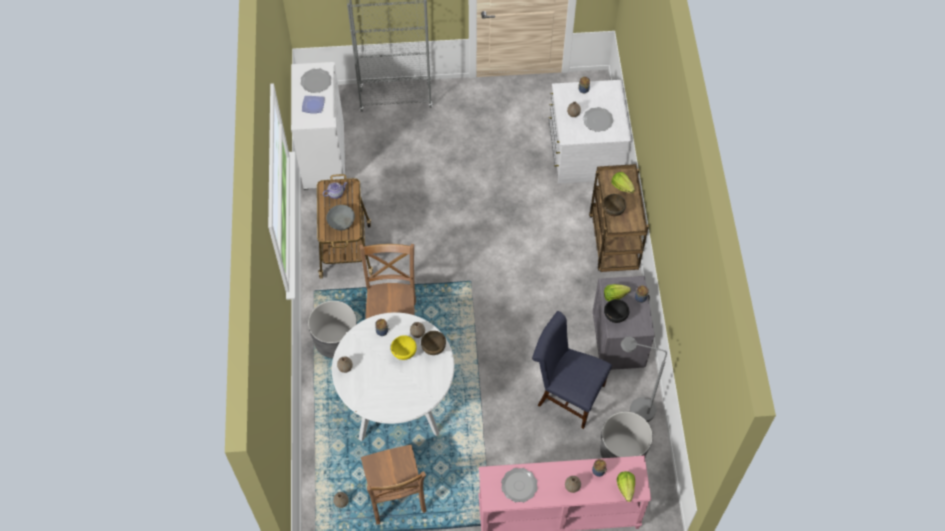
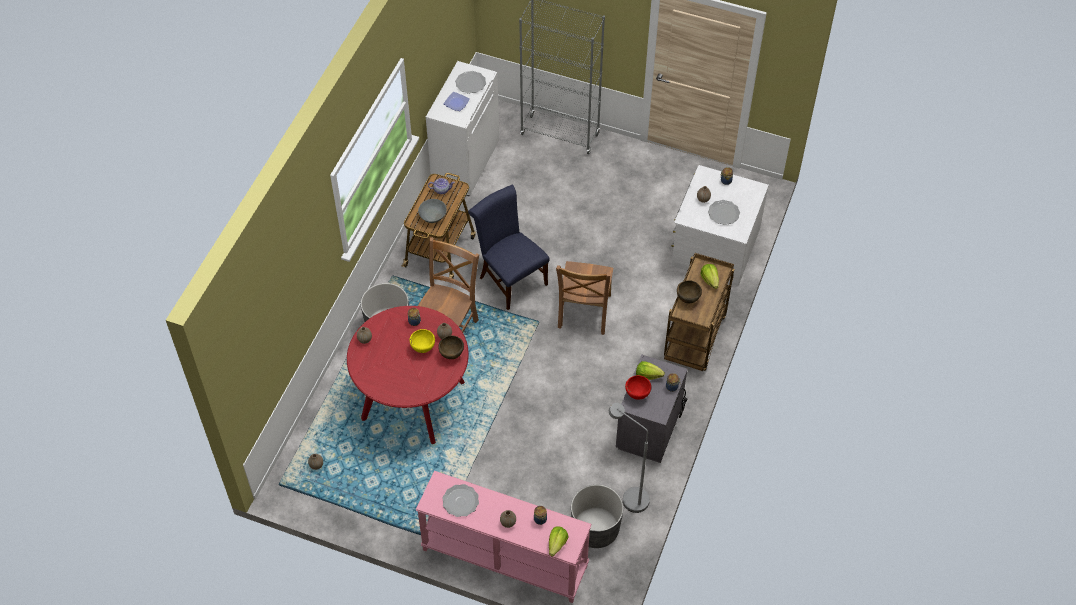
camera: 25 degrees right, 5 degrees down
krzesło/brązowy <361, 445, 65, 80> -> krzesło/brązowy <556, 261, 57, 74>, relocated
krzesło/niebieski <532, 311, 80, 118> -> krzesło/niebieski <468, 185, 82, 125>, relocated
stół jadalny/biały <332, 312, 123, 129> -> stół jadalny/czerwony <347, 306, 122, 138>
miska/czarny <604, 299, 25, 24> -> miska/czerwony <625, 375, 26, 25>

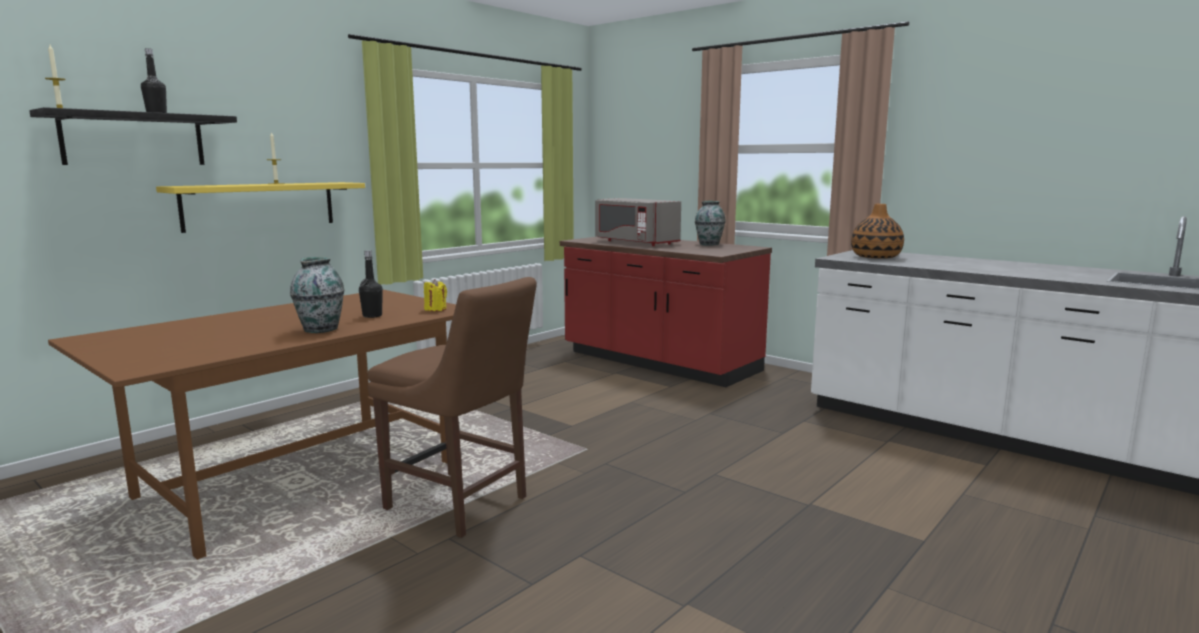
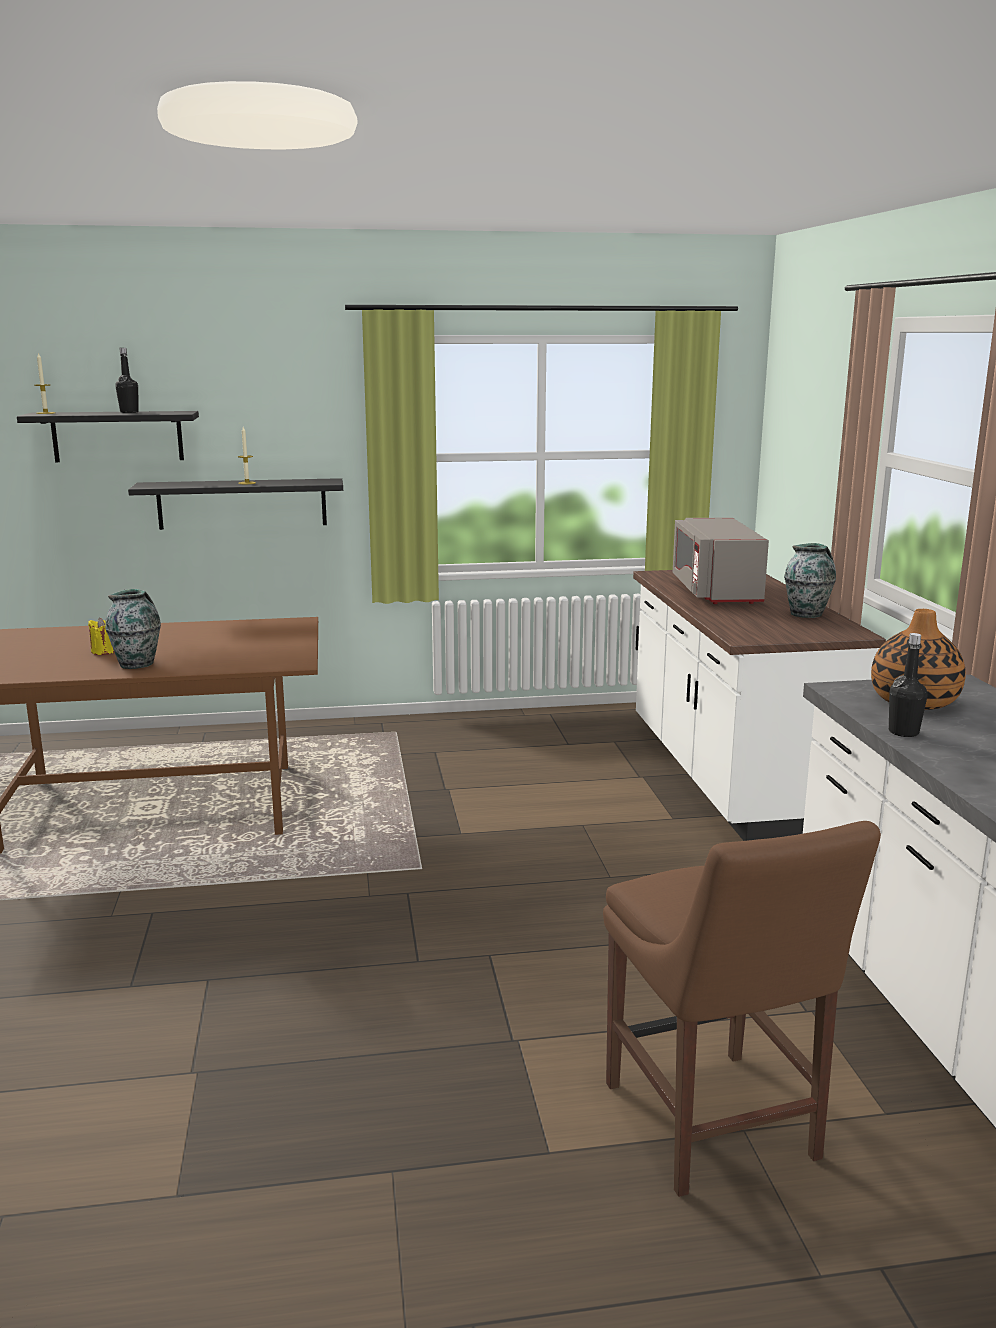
camera: 40 degrees right, 5 degrees up
butelka/czarny <359, 250, 24, 68> -> butelka/czarny <889, 633, 39, 104>, relocated
krzesło/brązowy <368, 277, 169, 261> -> krzesło/brązowy <603, 821, 278, 376>, relocated
świeca/żółty <424, 279, 23, 32> -> świeca/żółty <88, 618, 26, 37>, relocated
półka/żółty <156, 182, 209, 51> -> półka/czarny <128, 478, 215, 52>
zabudowa kuchenna/czerwony <560, 237, 212, 150> -> zabudowa kuchenna/biały <633, 570, 253, 271>

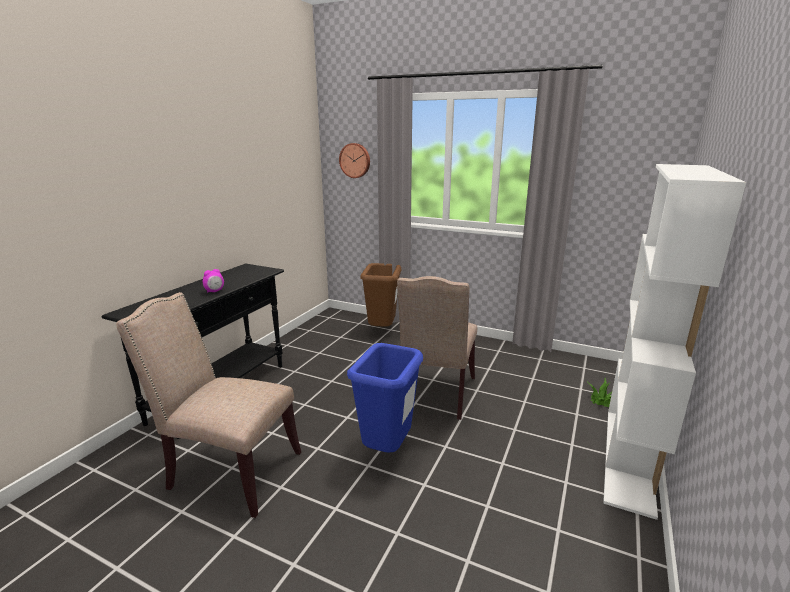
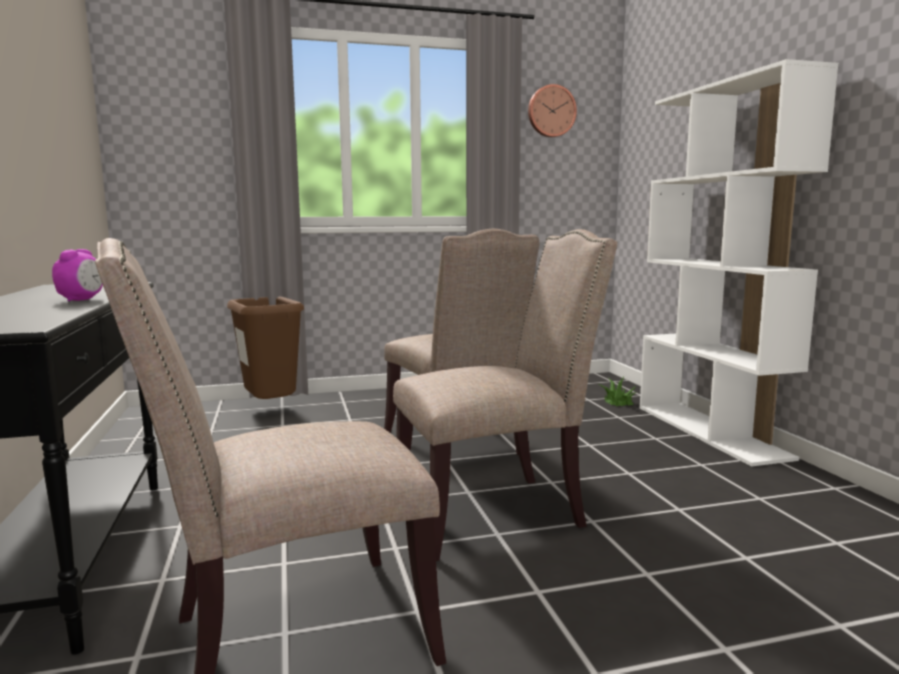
camera: 40 degrees left, 10 degrees down
zegar ścienny <339, 143, 31, 35> -> zegar ścienny <528, 84, 49, 53>, relocated
kosz na śmieci/niebieski <347, 343, 76, 110> -> krzesło/beżowy <393, 229, 224, 332>

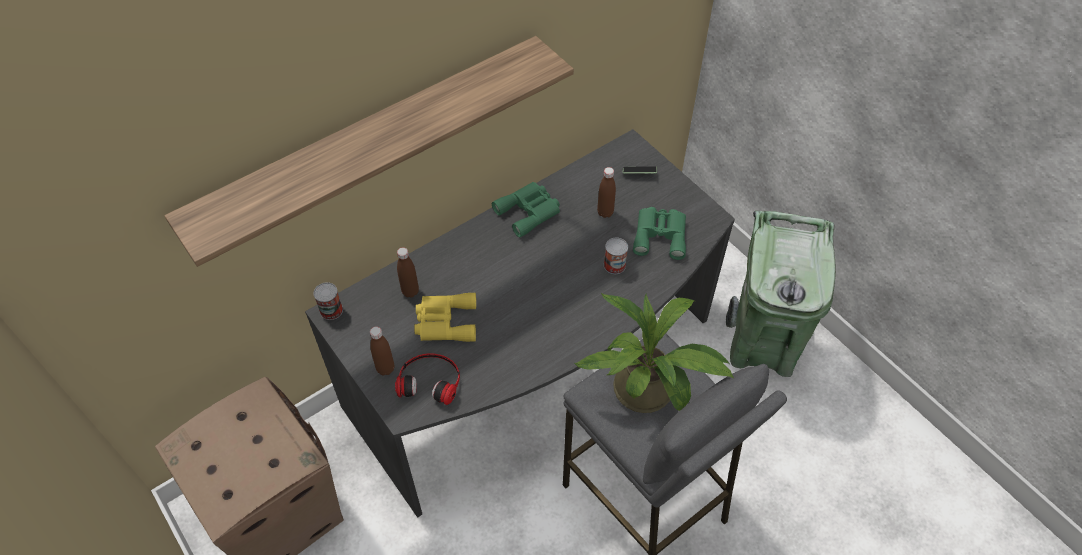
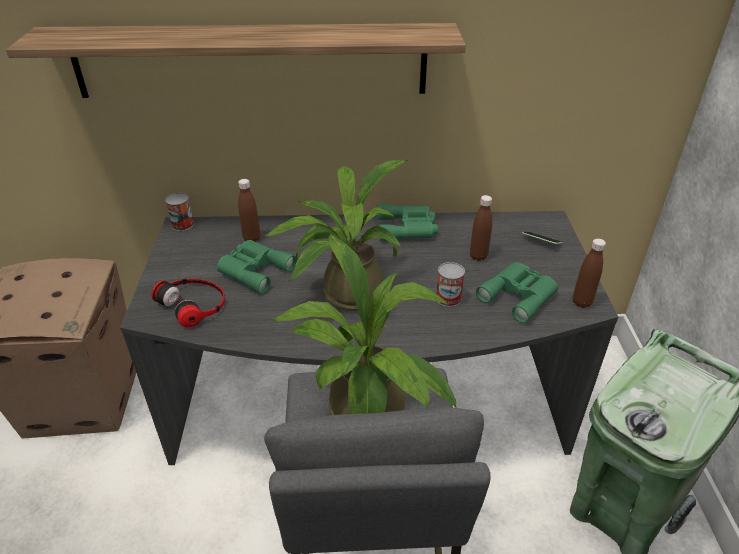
camera: 35 degrees right, 15 degrees down
none -> roślina doniczkowa <264, 160, 144, 151>
butelka/brązowy <370, 326, 25, 50> -> butelka/brązowy <573, 238, 33, 70>, relocated
lornetka/żółty <414, 293, 62, 49> -> lornetka/zielony <217, 240, 80, 54>

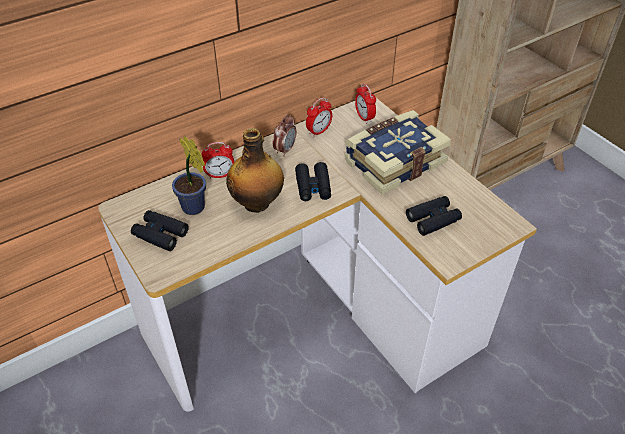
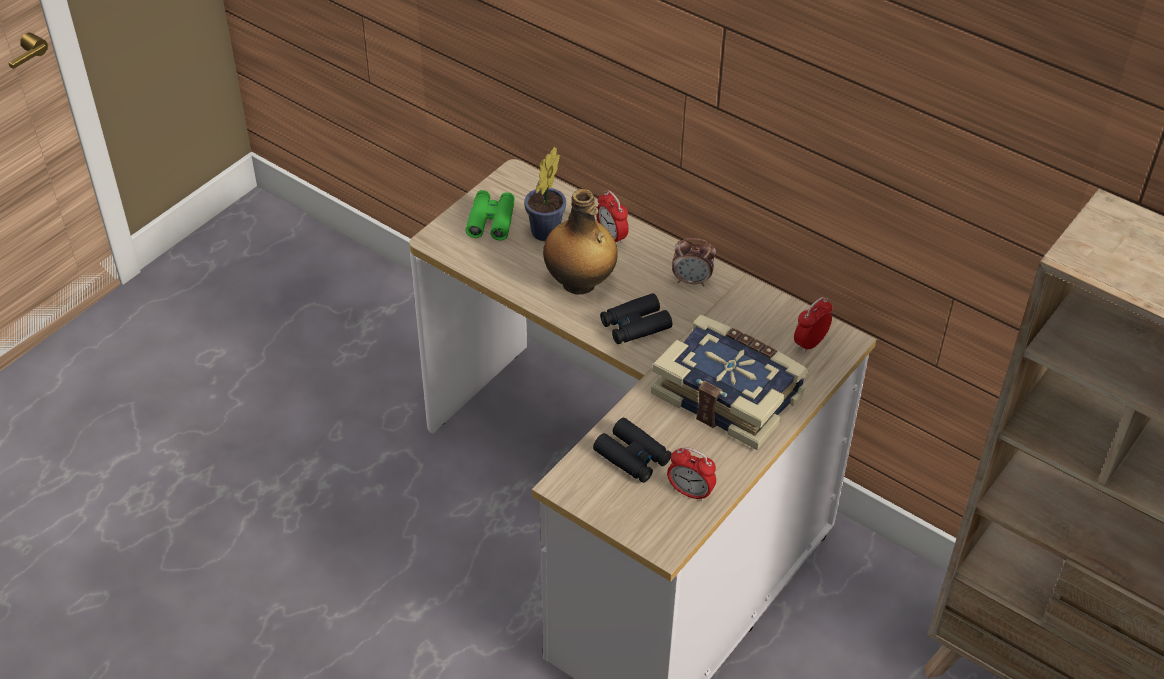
camera: 70 degrees right, 0 degrees up
budzik <306, 97, 26, 40> -> budzik <667, 447, 49, 55>, relocated
lornetka/czarny <131, 210, 58, 41> -> lornetka/zielony <465, 190, 50, 50>

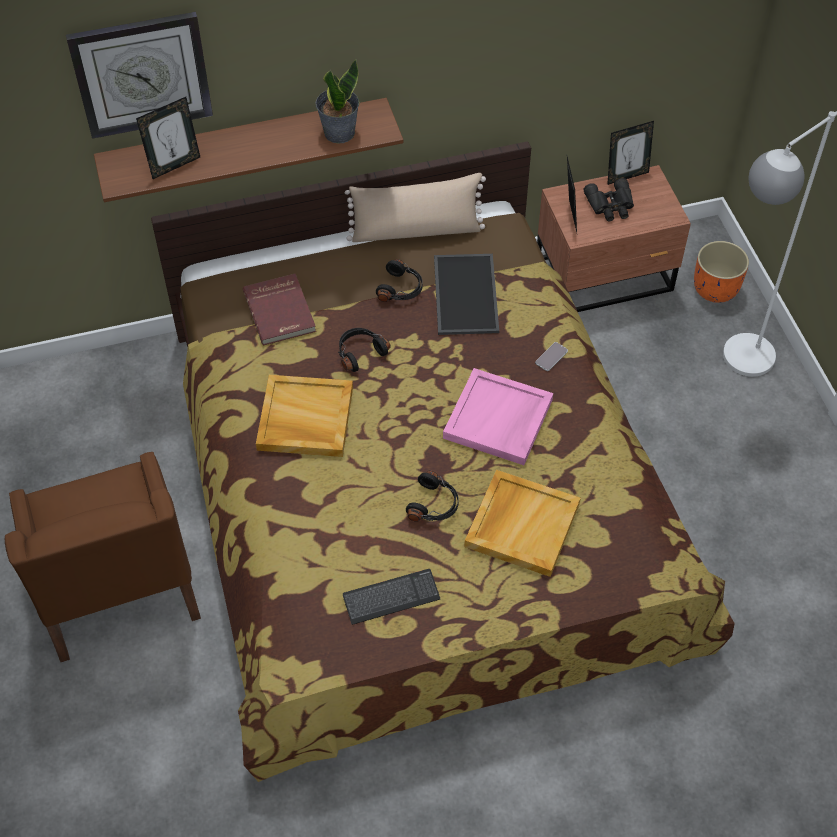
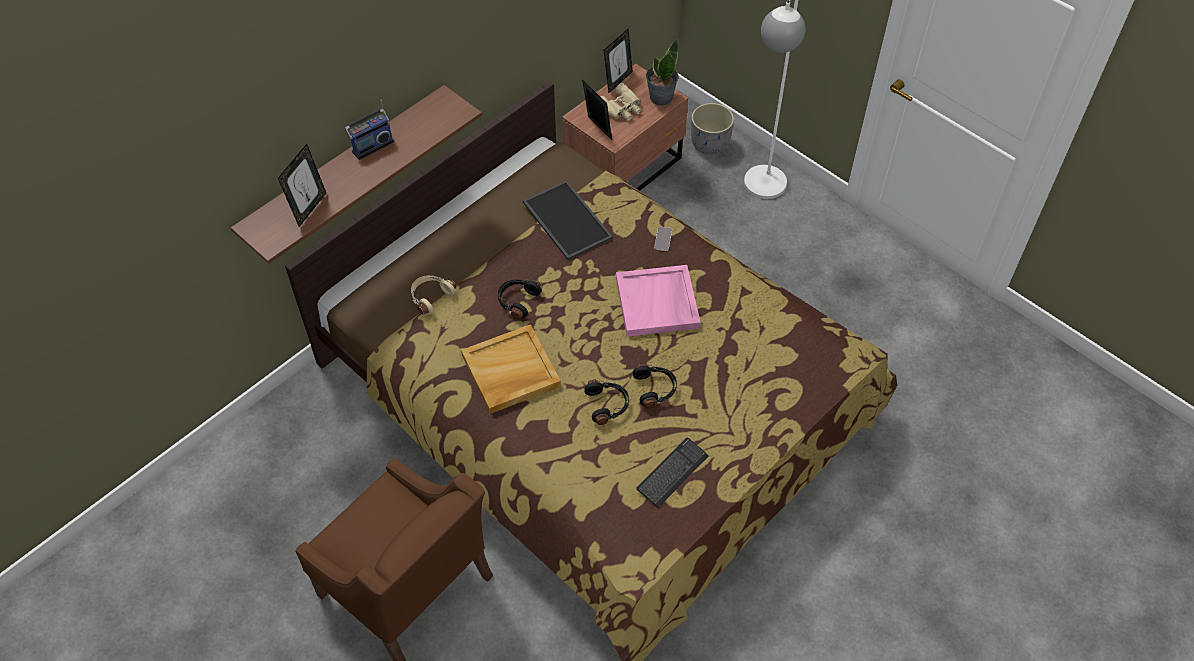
camera: 30 degrees left, 0 degrees up
zegar ścienny <66, 12, 147, 127> -> none
poduszka/beżowy <345, 173, 141, 69> -> none
taca/beżowy <464, 470, 117, 107> -> none
none -> radio <345, 100, 49, 60>
roślina doniczkowa <315, 59, 44, 84> -> roślina doniczkowa <646, 39, 33, 67>, relocated
słuchawki/czarny <376, 259, 47, 43> -> słuchawki/czarny <584, 380, 45, 45>, relocated
książka/czerwony <243, 274, 73, 71> -> słuchawki/beżowy <411, 275, 45, 40>
lornetka/czarny <583, 178, 51, 44> -> lornetka/beżowy <600, 83, 41, 38>
donica/pomarańczowy <694, 241, 55, 62> -> donica/szary <691, 103, 43, 52>

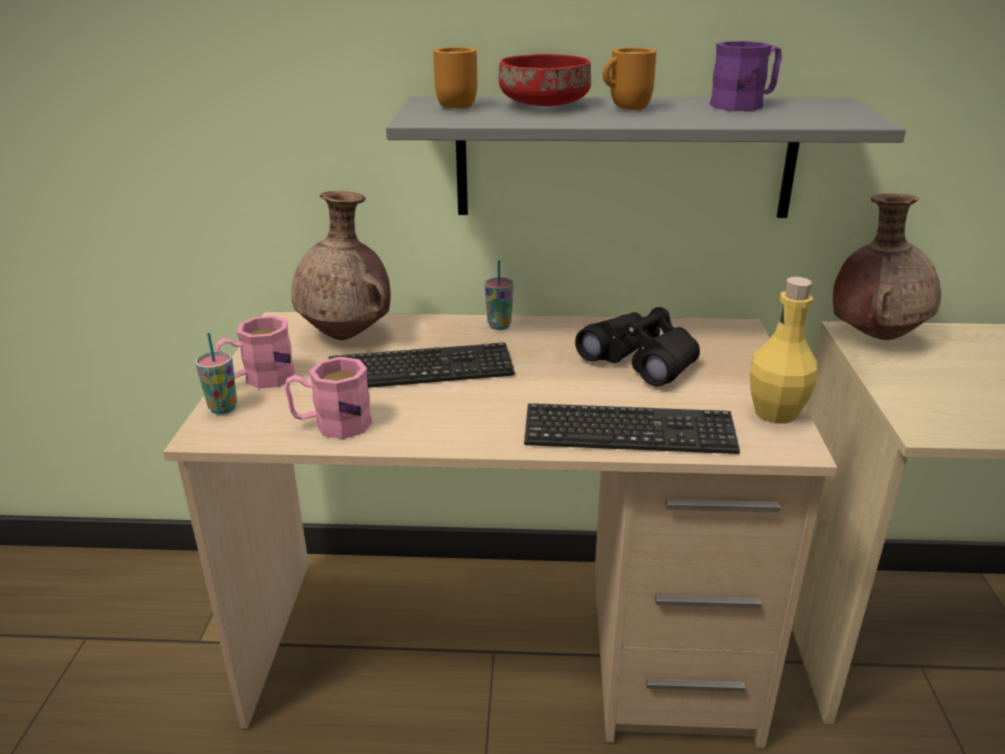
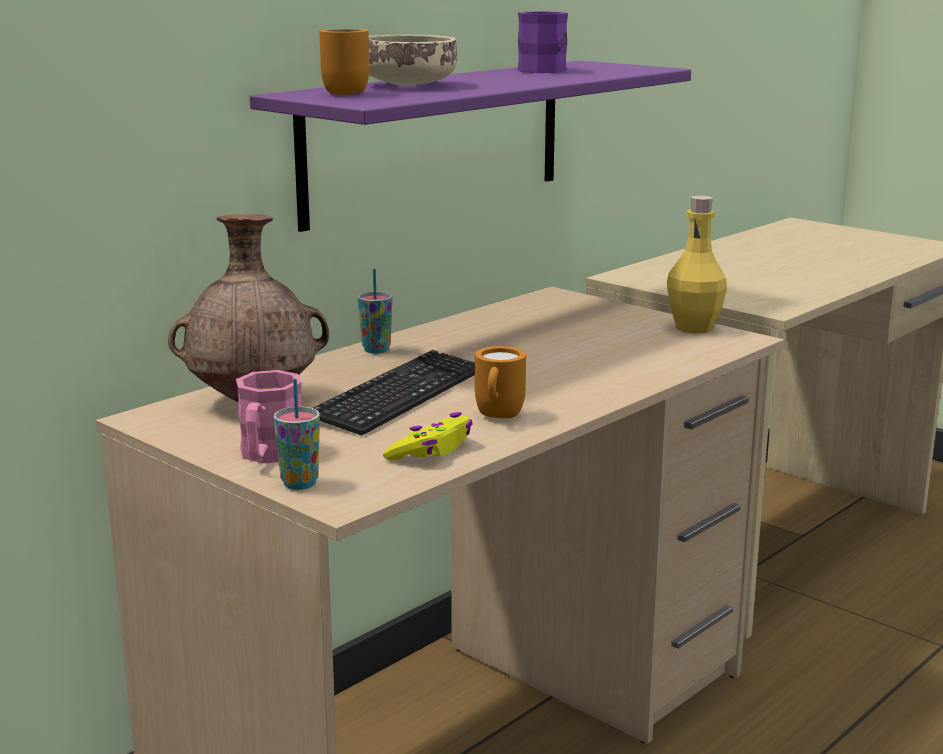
camera: 50 degrees left, 10 degrees down
klawiatura <524, 403, 216, 51> -> none
lornetka/czarny <575, 307, 125, 80> -> none
wazon/brązowy <833, 194, 108, 146> -> none
kubek/pomarańczowy <602, 47, 55, 63> -> kubek/pomarańczowy <475, 346, 51, 72>, relocated
kubek/różowy <285, 357, 87, 82> -> pad do gier/żółty <383, 412, 90, 48>
półka/szary <386, 97, 520, 121> -> półka/fioletowy <250, 61, 441, 171>
miska/czerwony <499, 54, 92, 52> -> miska/beżowy <369, 35, 88, 51>

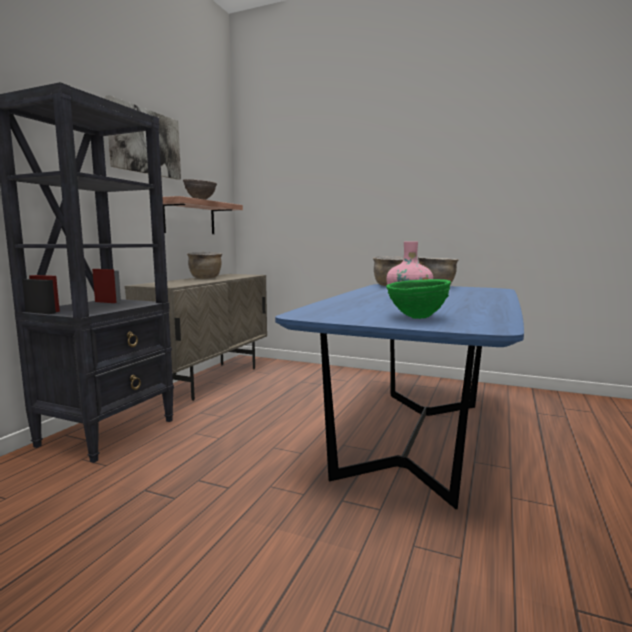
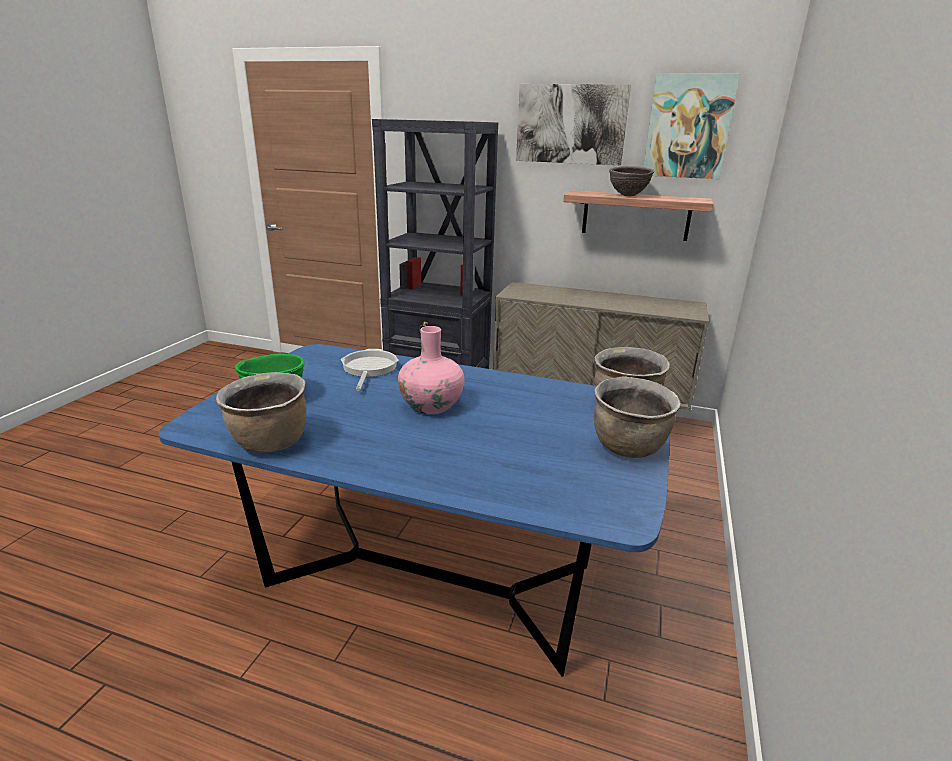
camera: 85 degrees right, 15 degrees up
none -> patelnia <341, 349, 58, 42>
none -> obraz <643, 73, 97, 106>
garnek/brązowy <187, 252, 35, 27> -> garnek/brązowy <216, 372, 90, 81>, relocated

